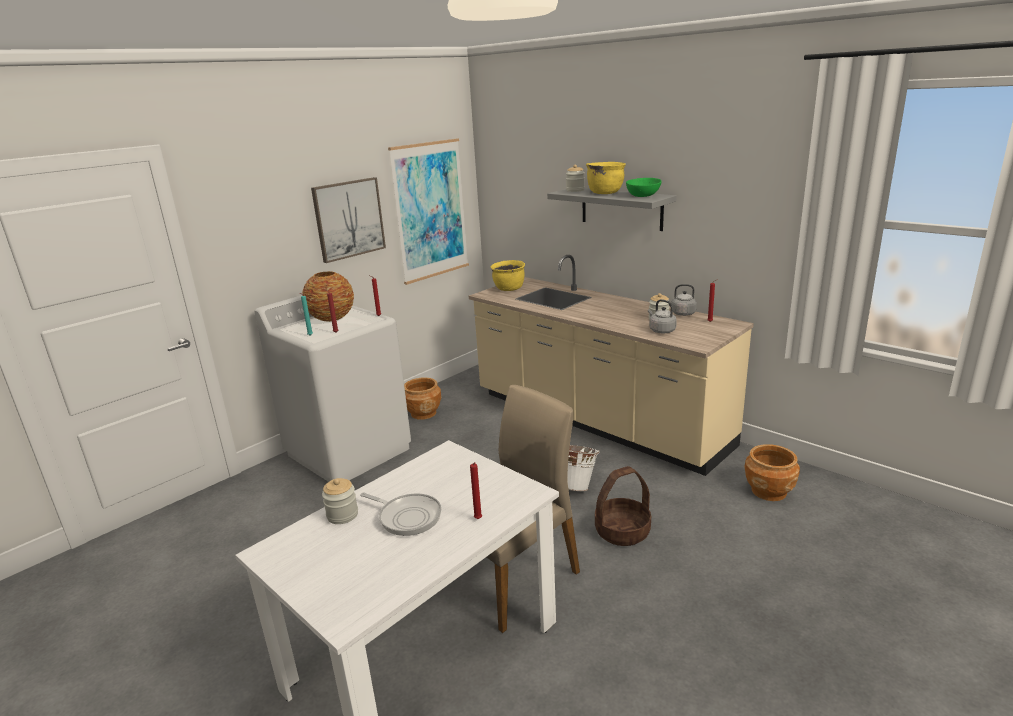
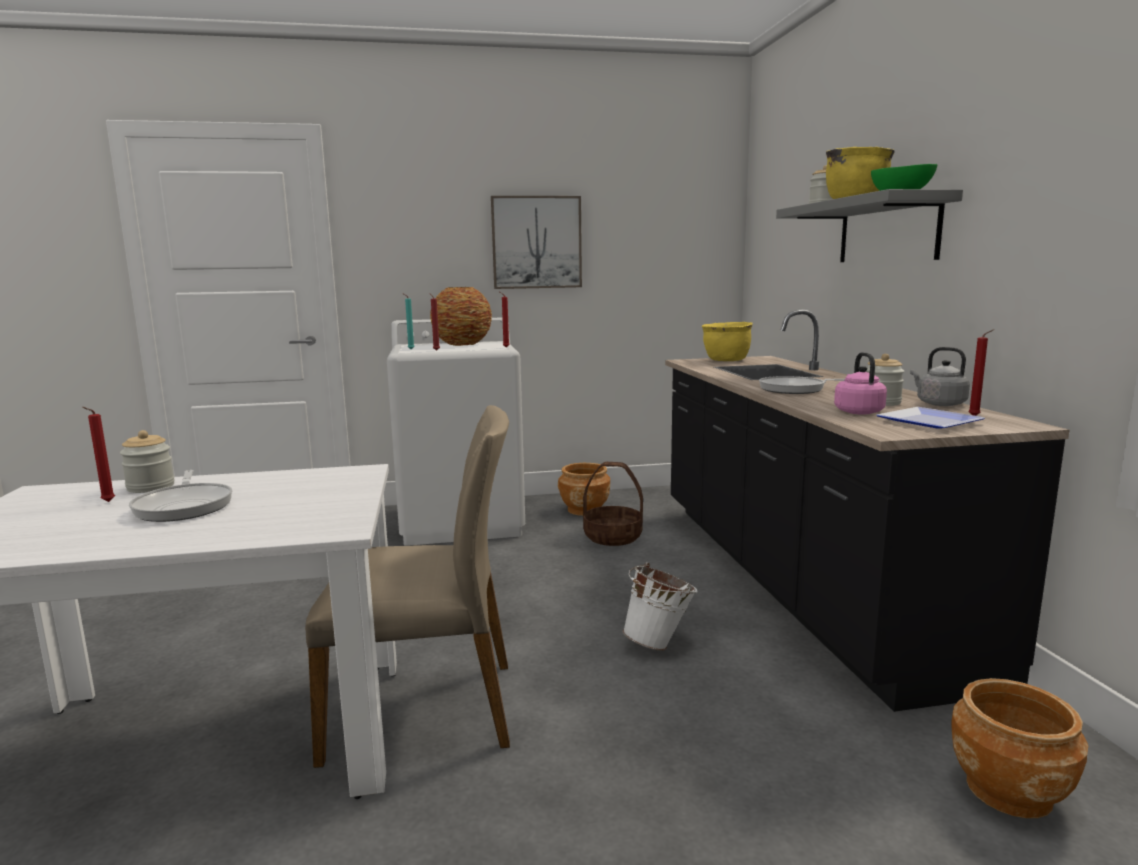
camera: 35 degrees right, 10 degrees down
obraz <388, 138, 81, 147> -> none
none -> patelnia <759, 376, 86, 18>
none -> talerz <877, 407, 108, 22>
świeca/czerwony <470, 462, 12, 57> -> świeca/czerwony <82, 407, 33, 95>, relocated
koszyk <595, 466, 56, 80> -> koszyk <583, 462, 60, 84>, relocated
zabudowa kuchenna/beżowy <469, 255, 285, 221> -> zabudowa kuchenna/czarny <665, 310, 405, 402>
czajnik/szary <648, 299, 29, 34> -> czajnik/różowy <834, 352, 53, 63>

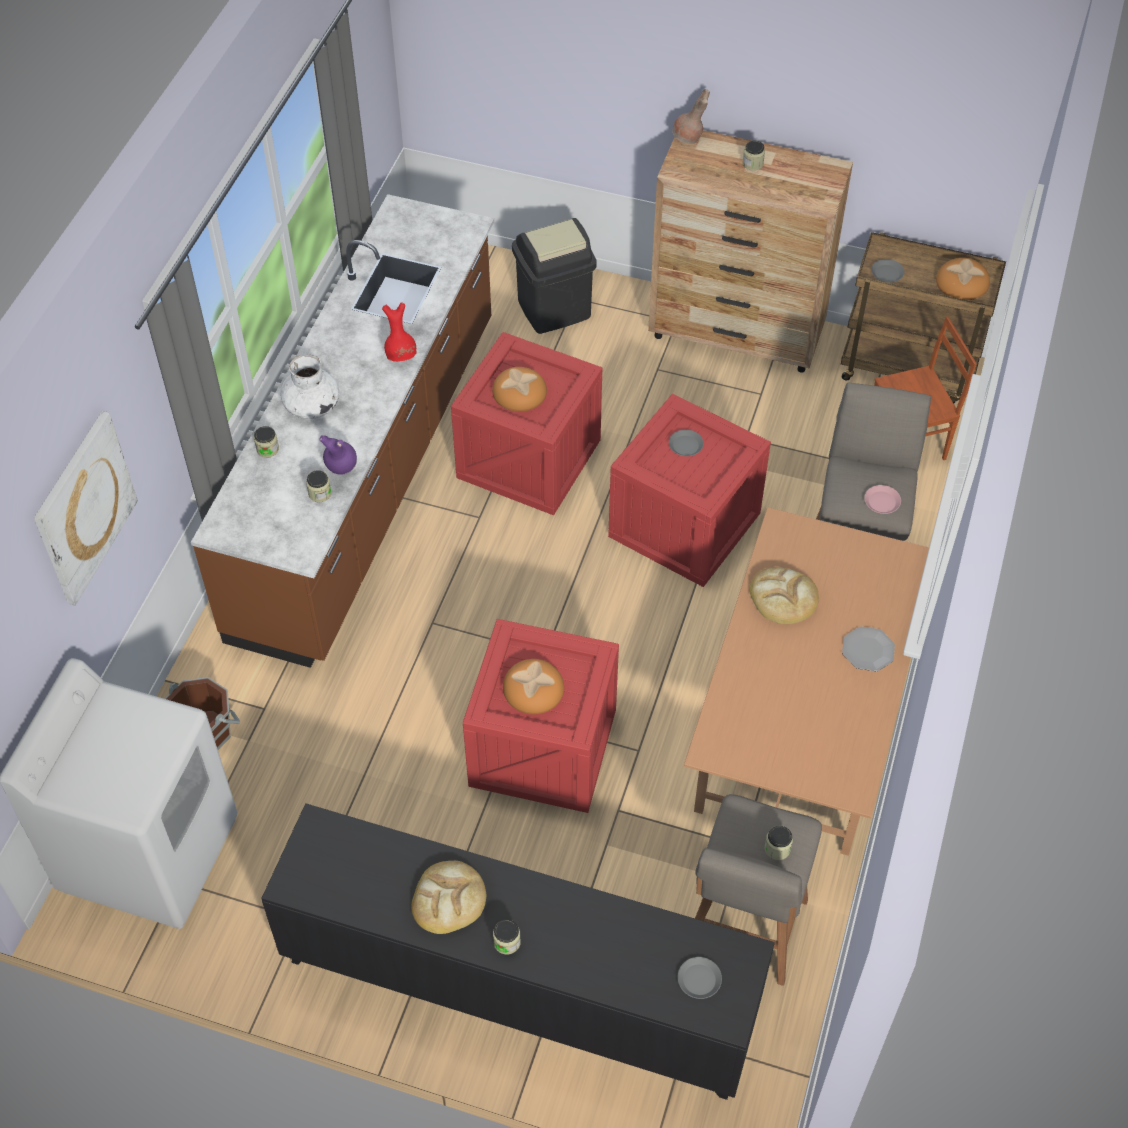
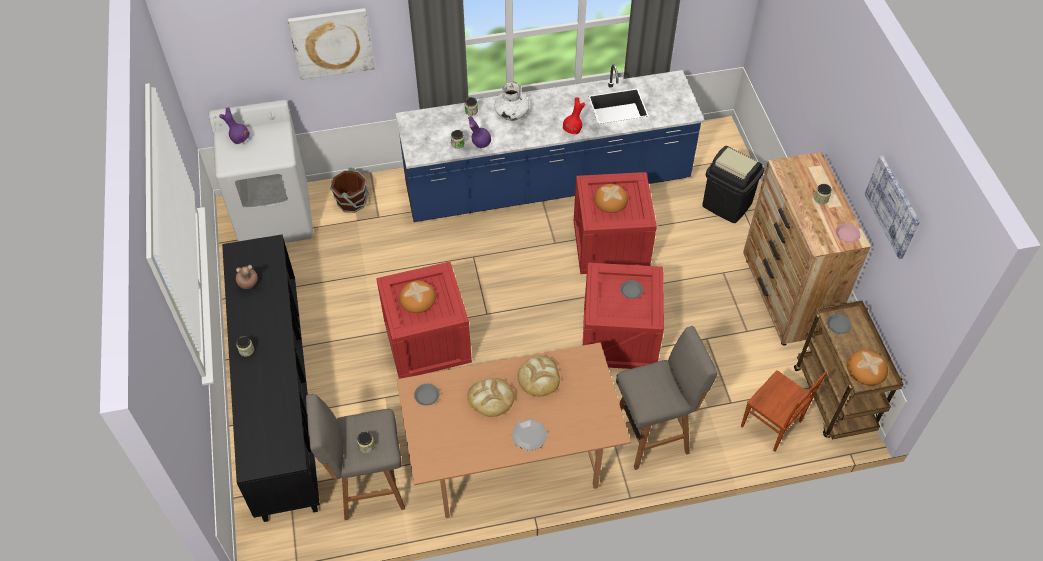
camera: 60 degrees right, 0 degrees up
none -> wazon/fioletowy <219, 107, 31, 37>
none -> obraz <865, 156, 55, 103>
chleb <411, 861, 75, 73> -> chleb <467, 378, 47, 39>, relocated
wazon/brązowy <673, 89, 37, 55> -> wazon/brązowy <236, 265, 22, 24>, relocated
talerz/szary <678, 957, 44, 42> -> talerz/szary <414, 384, 25, 22>, relocated
talerz/różowy <864, 485, 37, 29> -> talerz/różowy <836, 223, 24, 19>, relocated
zabudowa kuchenna/brązowy <191, 194, 303, 474> -> zabudowa kuchenna/niebieski <395, 65, 309, 157>

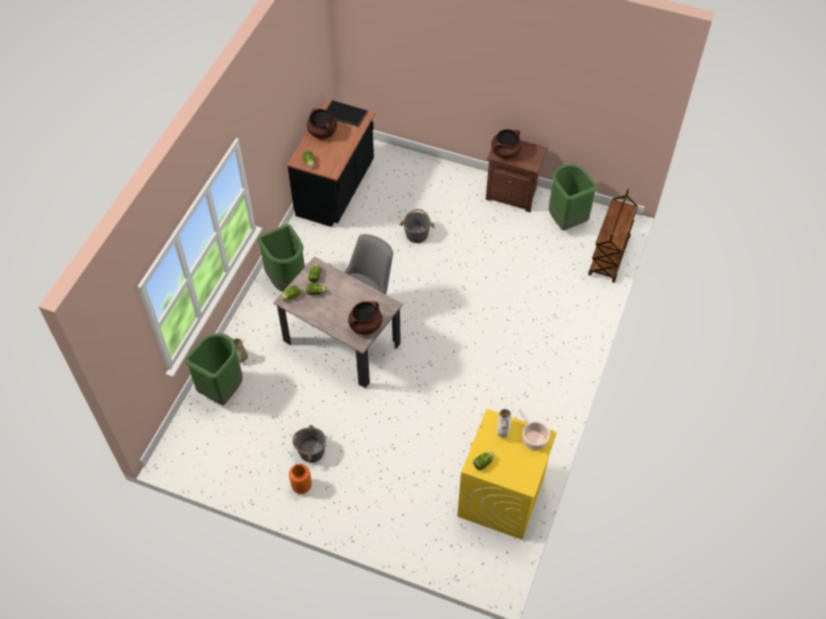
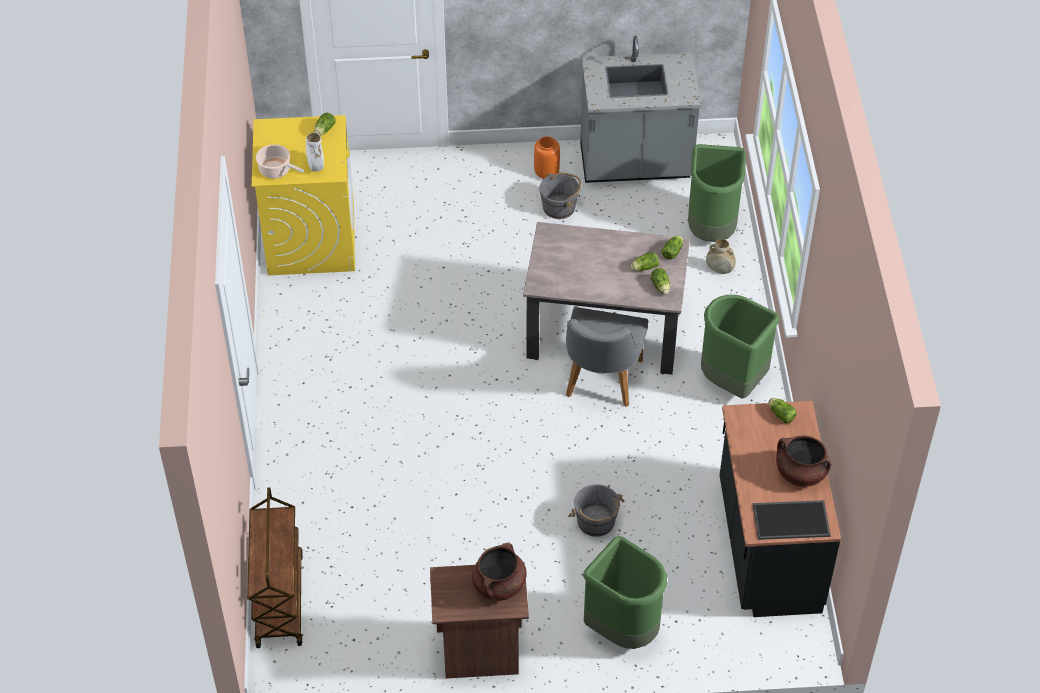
camera: 155 degrees right, 5 degrees down
garnek/brązowy <348, 301, 34, 34> -> none
none -> zabudowa kuchenna/szary <580, 36, 122, 147>
kosz na śmieci/zielony <548, 164, 49, 66> -> kosz na śmieci/zielony <583, 536, 84, 113>, relocated

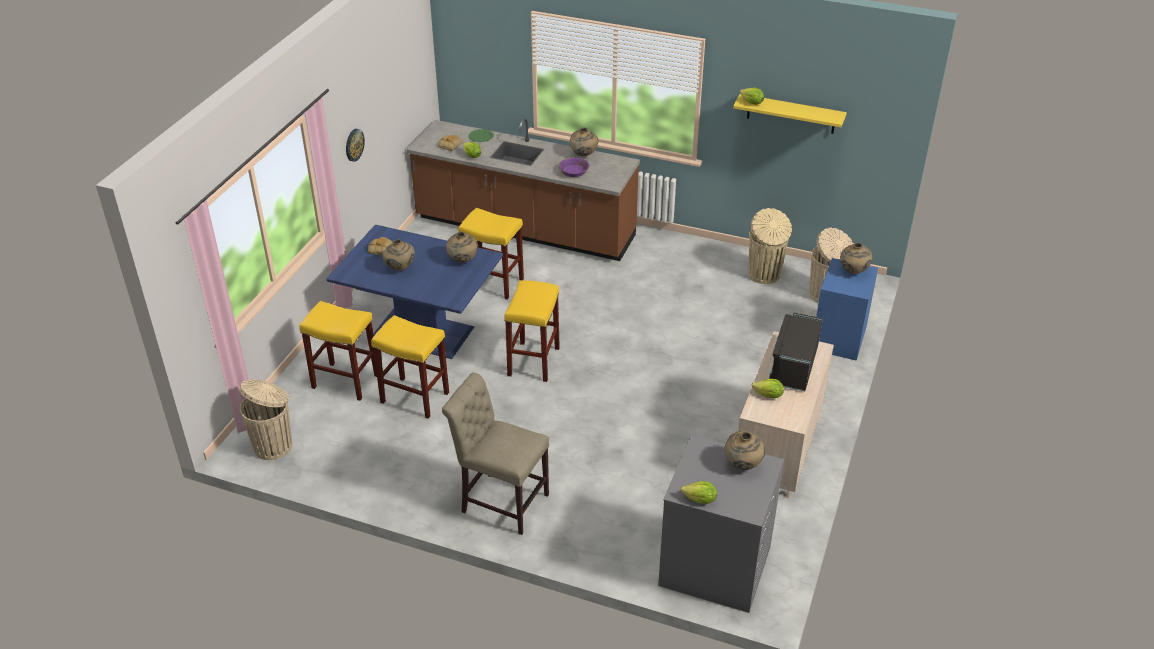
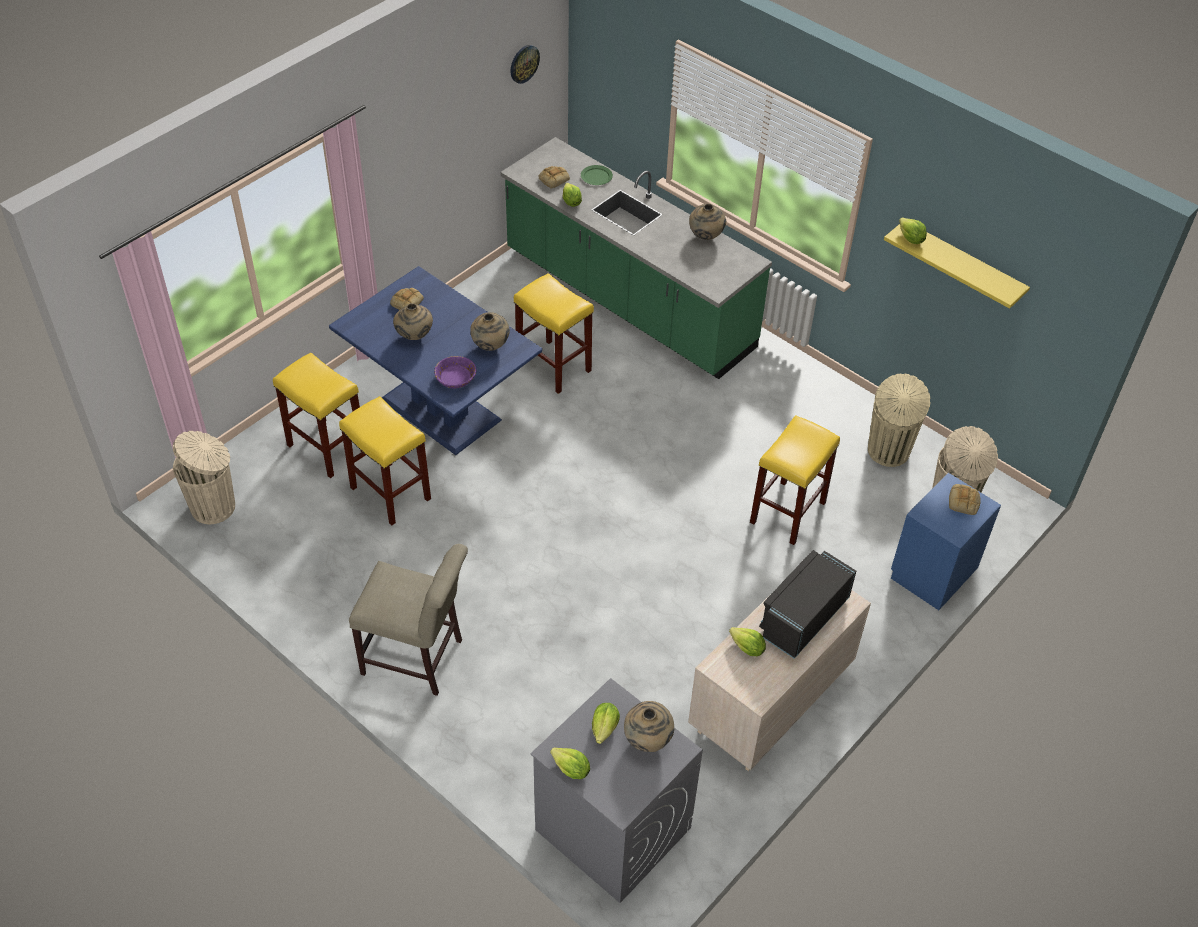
camera: 20 degrees right, 10 degrees up
none -> sałata <592, 703, 28, 41>
zegar ścienny <346, 129, 19, 33> -> zegar ścienny <510, 45, 30, 39>, relocated
stołek/żółty <504, 280, 56, 102> -> stołek/żółty <750, 415, 90, 130>, relocated
miska/fioletowy <559, 158, 30, 19> -> miska/fioletowy <434, 356, 42, 32>, relocated
wazon/beżowy <840, 243, 32, 31> -> chleb <949, 484, 32, 31>
zabudowa kuchenna/brązowy <407, 119, 233, 142> -> zabudowa kuchenna/zielony <501, 137, 271, 242>
krzesło/beżowy <442, 373, 107, 162> -> krzesło/beżowy <349, 544, 119, 152>, 150 degrees clockwise

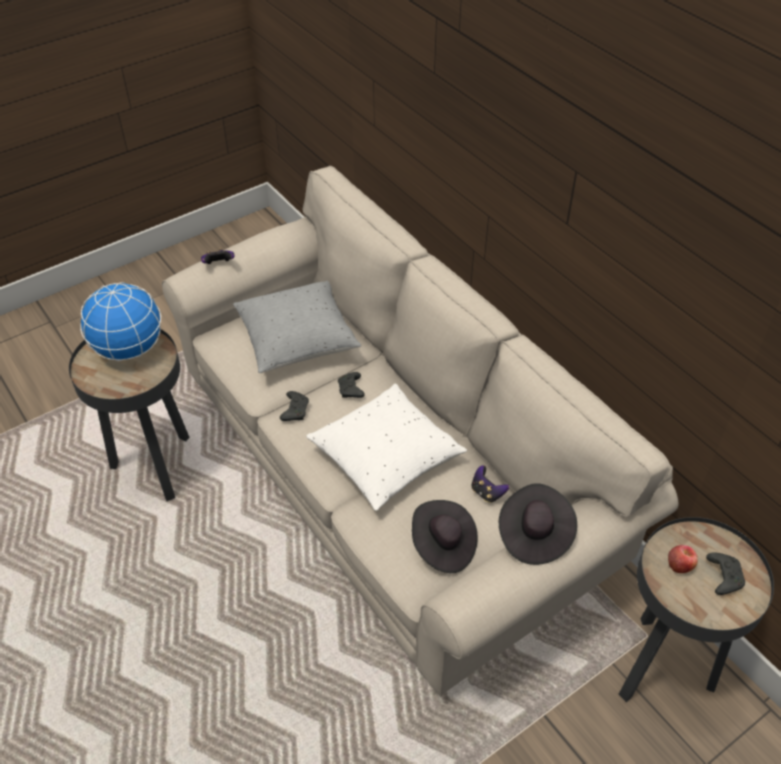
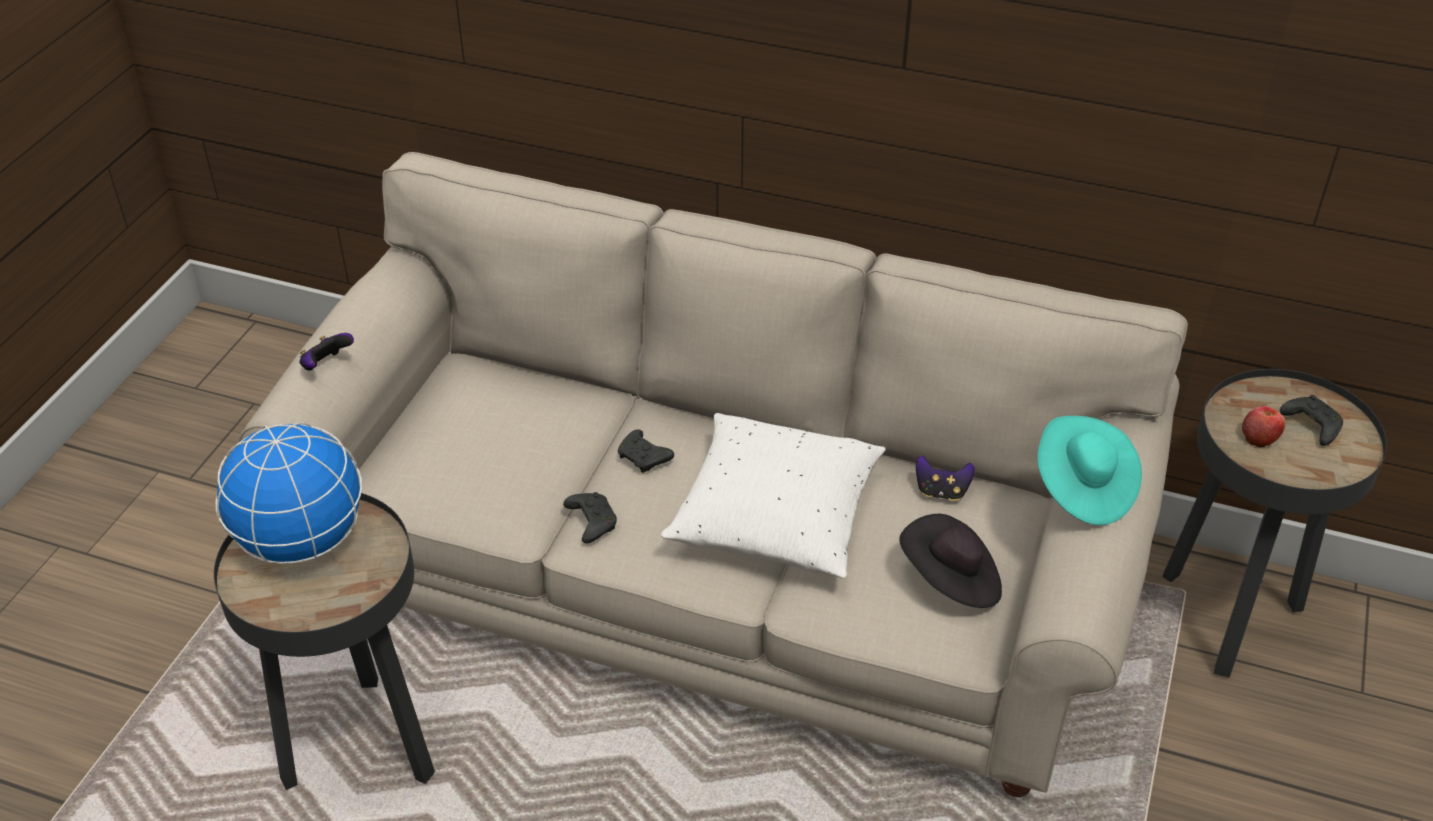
camera: 35 degrees left, 5 degrees down
poduszka/szary <233, 281, 128, 92> -> none
kapelusz/czarny <499, 483, 78, 82> -> kapelusz/turkusowy <1037, 416, 105, 109>

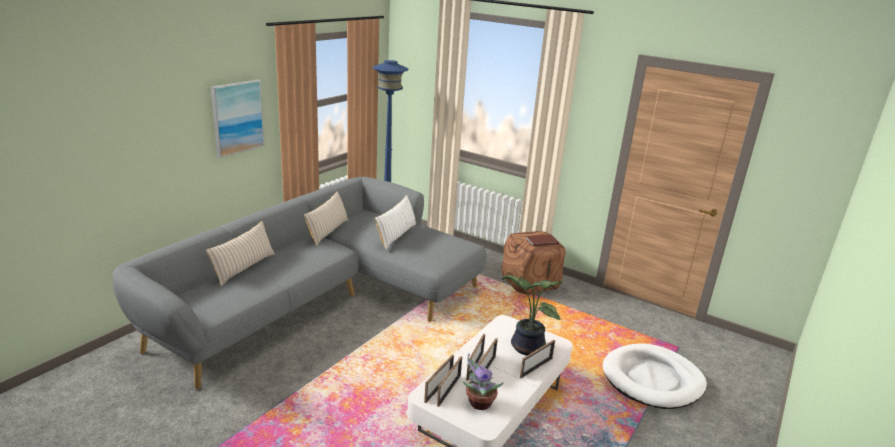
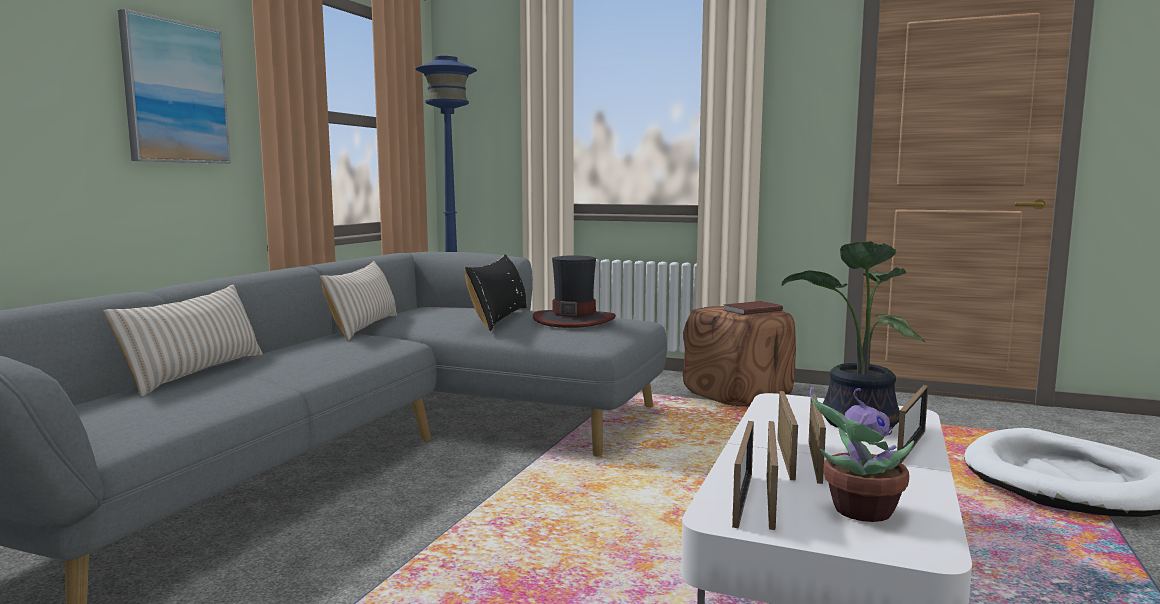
camera: 10 degrees left, 15 degrees down
none -> kapelusz <533, 256, 83, 72>
poduszka/biały <375, 195, 41, 55> -> poduszka/czarny <464, 254, 63, 77>

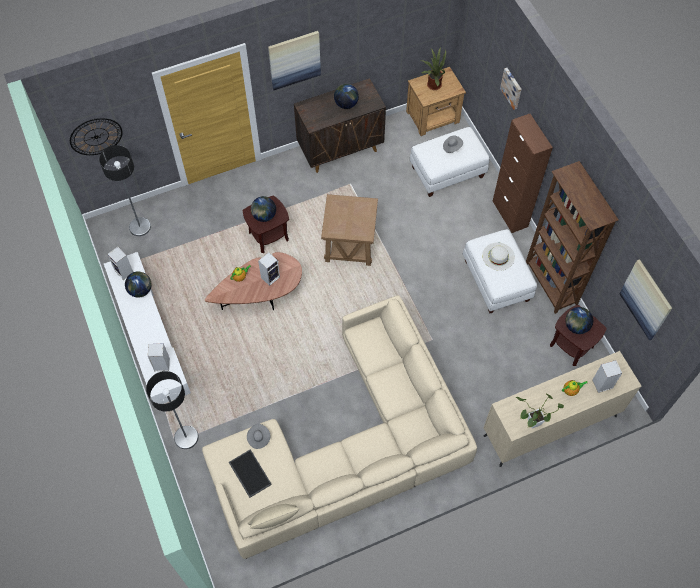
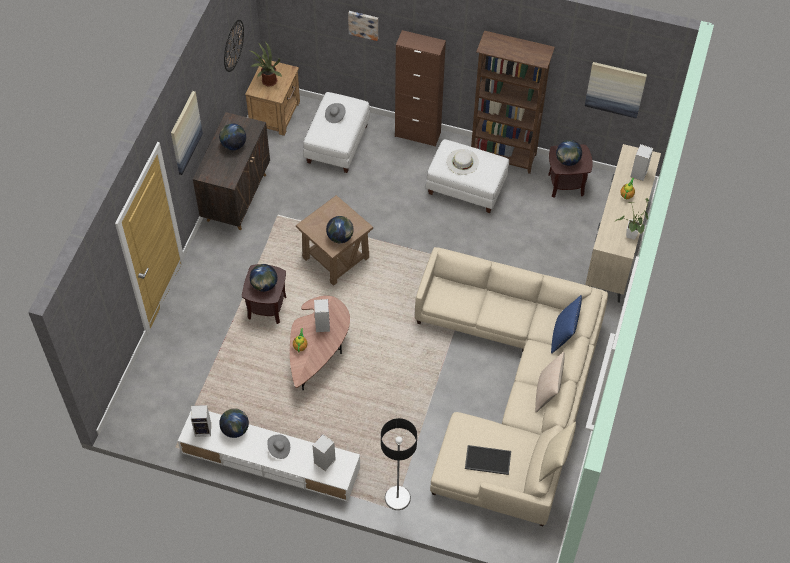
camera: 50 degrees left, 5 degrees down
lampa stojąca <99, 145, 52, 91> -> none
none -> globus <326, 216, 28, 27>
none -> poduszka/beżowy <535, 352, 30, 60>
none -> poduszka/niebieski <551, 295, 31, 59>
zegar ścienny <70, 118, 53, 37> -> zegar ścienny <224, 20, 20, 52>, relocated
kapelusz/szary <247, 424, 23, 25> -> kapelusz/szary <267, 435, 23, 24>, relocated

